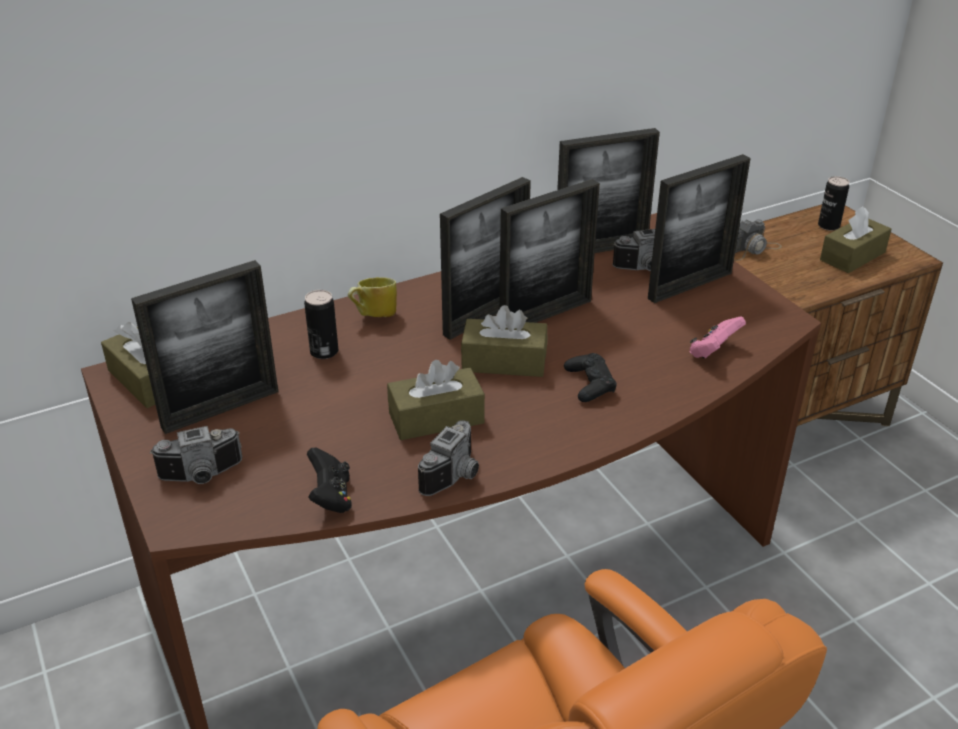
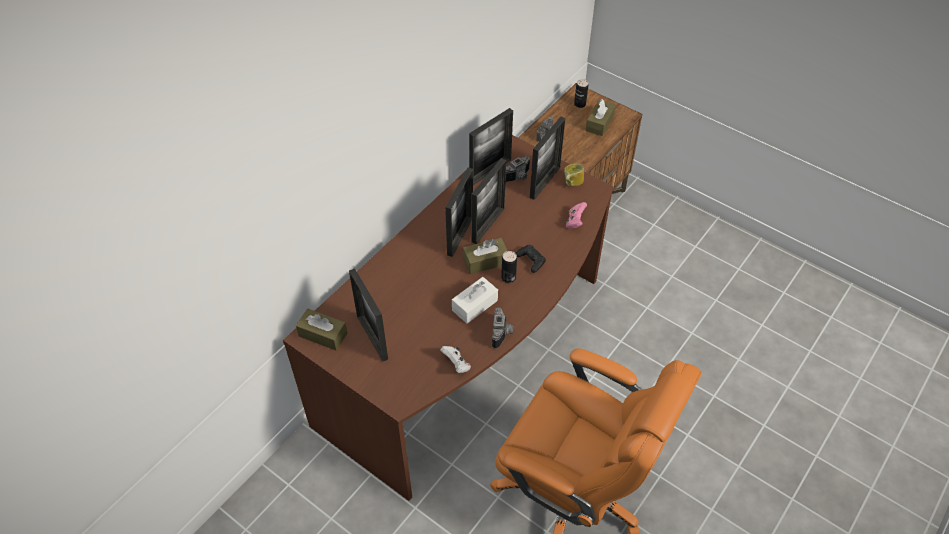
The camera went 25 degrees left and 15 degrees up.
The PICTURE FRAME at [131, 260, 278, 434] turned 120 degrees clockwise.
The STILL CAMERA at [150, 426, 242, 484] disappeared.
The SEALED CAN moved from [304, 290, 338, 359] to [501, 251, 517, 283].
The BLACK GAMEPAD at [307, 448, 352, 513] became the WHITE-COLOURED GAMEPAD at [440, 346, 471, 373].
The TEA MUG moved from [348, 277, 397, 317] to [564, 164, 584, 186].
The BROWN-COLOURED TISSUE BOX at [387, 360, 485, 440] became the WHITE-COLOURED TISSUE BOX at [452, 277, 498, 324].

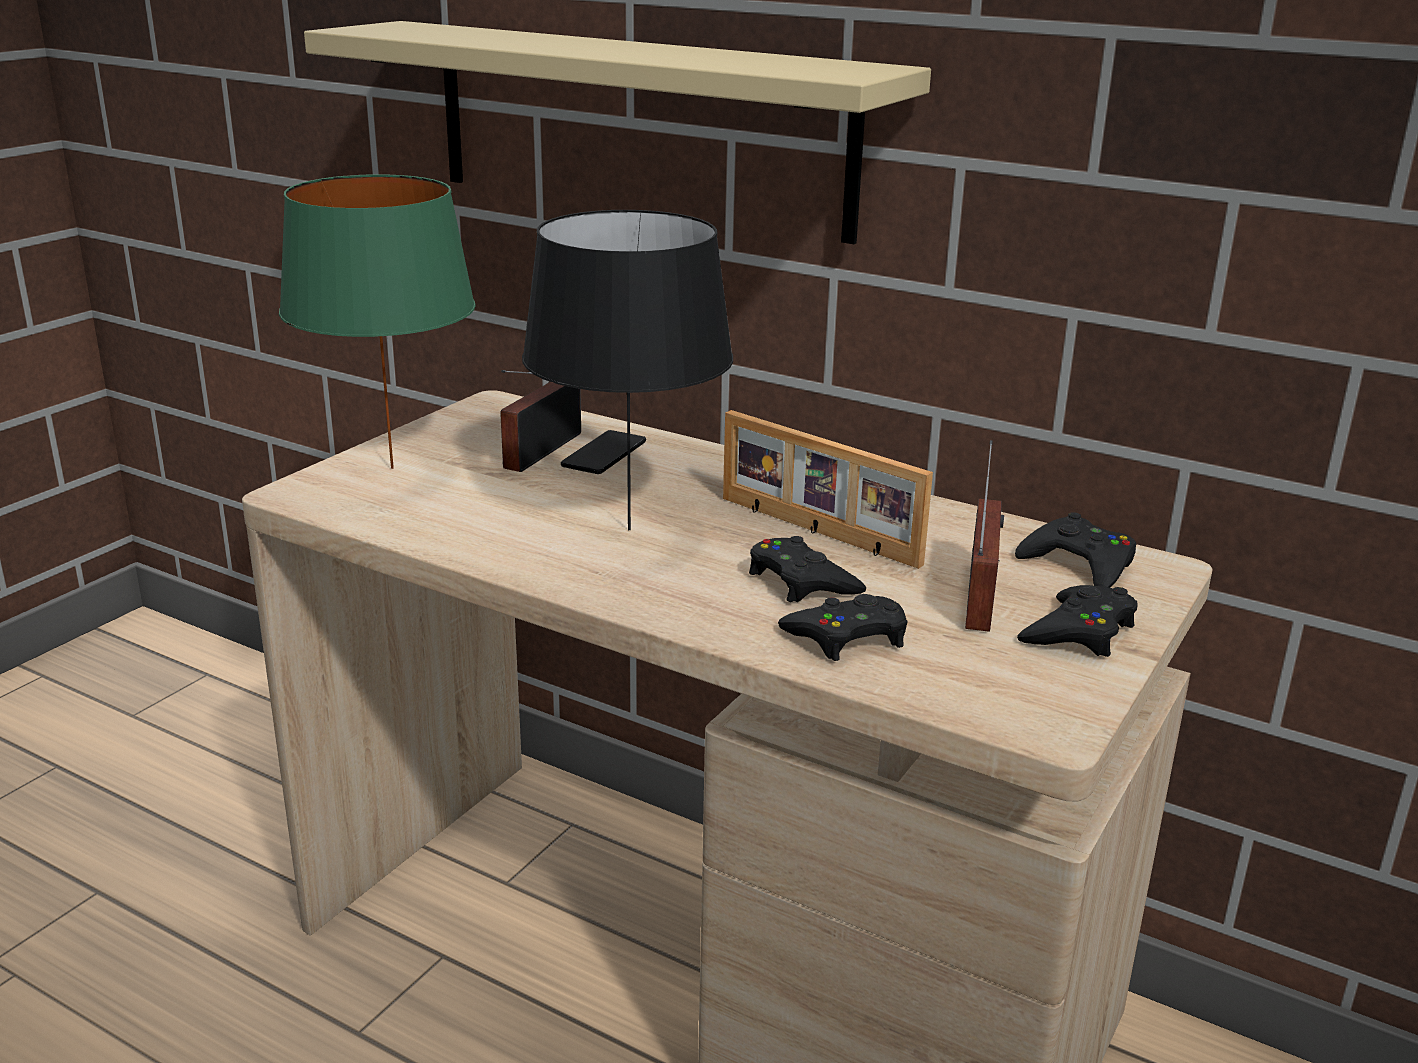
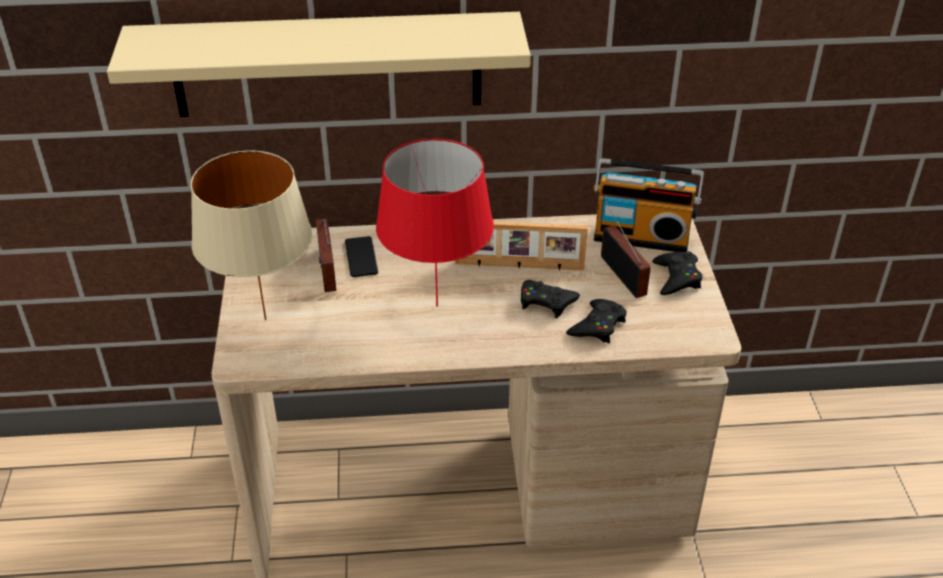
The camera went 35 degrees left and 15 degrees up.
The GREEN-COLOURED LAMP FOR A TABLE at [279, 174, 476, 469] became the SAND-COLOURED LAMP FOR A TABLE at [191, 151, 313, 320].
The BLACK LAMP FOR A TABLE at [522, 210, 733, 530] became the RED-COLOURED LAMP FOR A TABLE at [376, 139, 494, 307].
The BLACK GAMEPAD at [1015, 512, 1136, 588] was replaced by the RADIO SET at [594, 158, 704, 252].

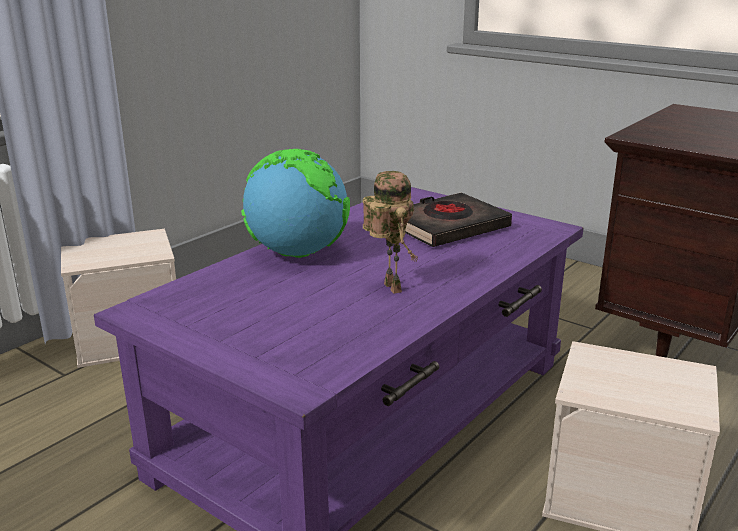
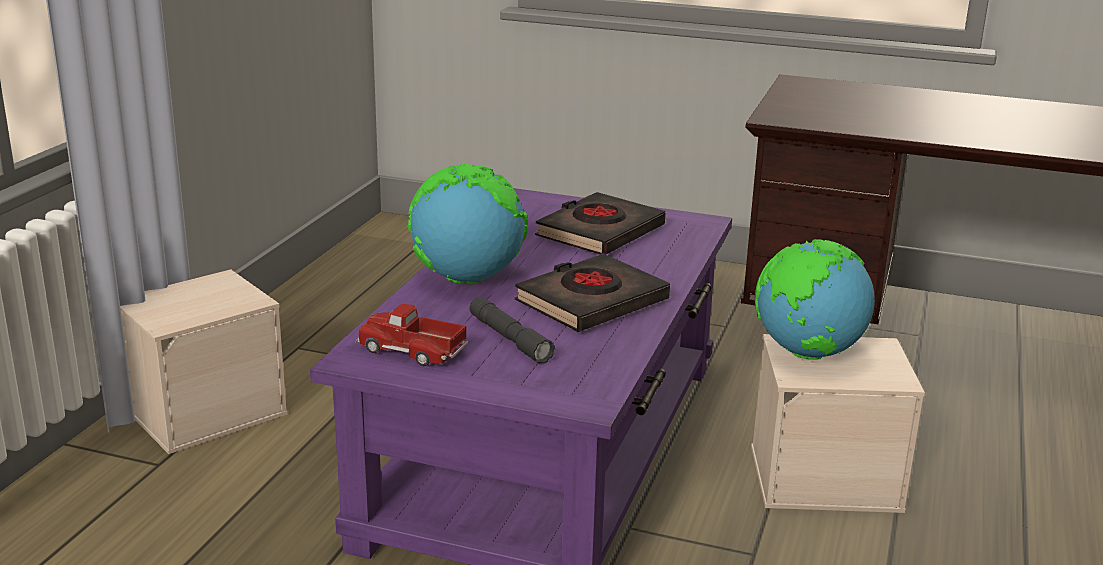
The camera went 20 degrees left and 0 degrees up.
The TOY ROBOT at [363, 171, 418, 294] was replaced by the BLACK BOUND BOOK at [515, 254, 670, 332].
The TOY TRUCK at [356, 304, 468, 366] appeared.
The GREY FLASHLIGHT at [470, 297, 555, 364] appeared.
The WORLD GLOBE at [755, 239, 875, 360] appeared.

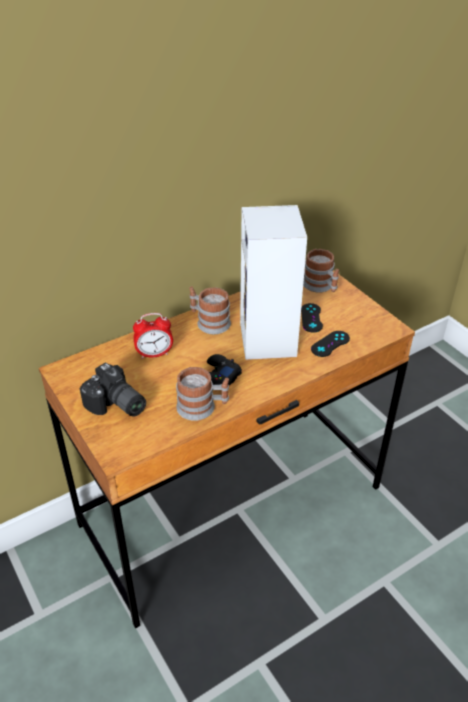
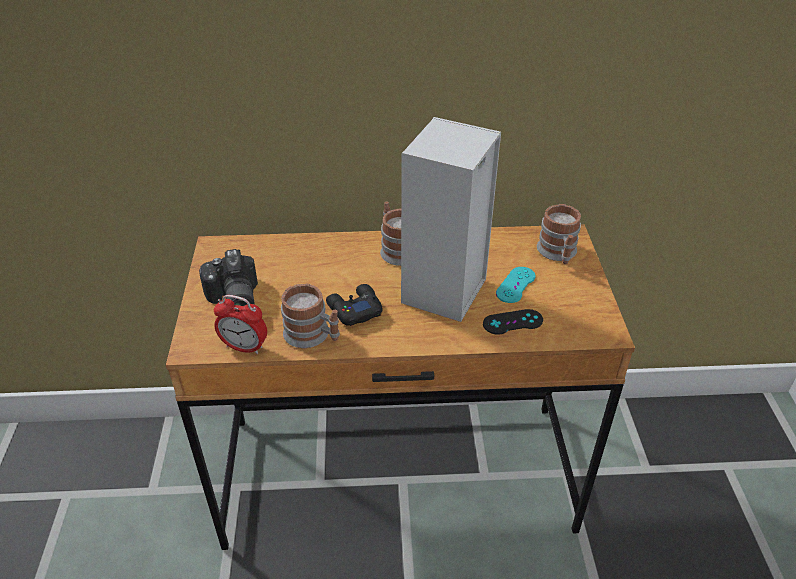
The camera went 30 degrees right and 0 degrees up.
The BEDSIDE CLOCK moved from [133, 313, 173, 359] to [214, 295, 267, 355].
The BLACK GAMEPAD at [301, 303, 323, 333] became the TURQUOISE GAMEPAD at [496, 267, 536, 303].

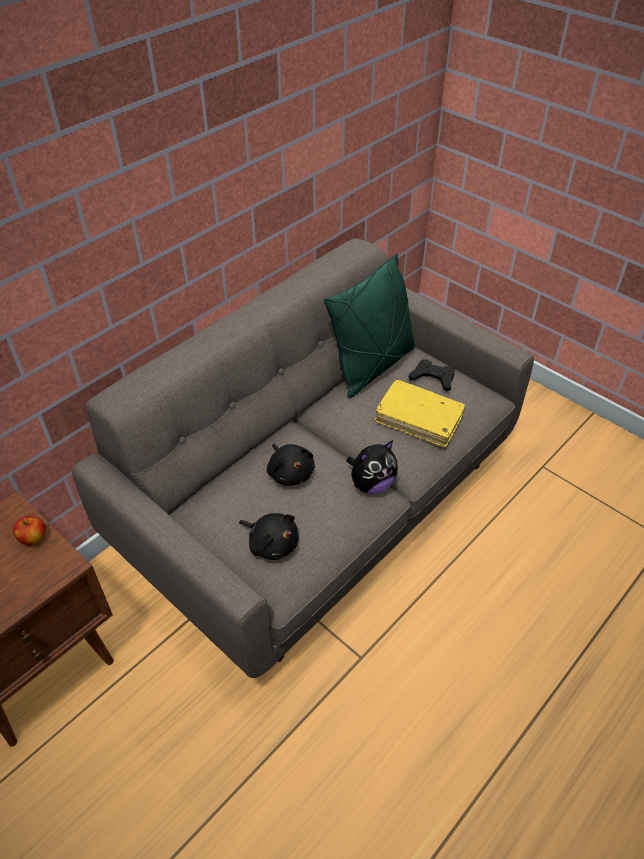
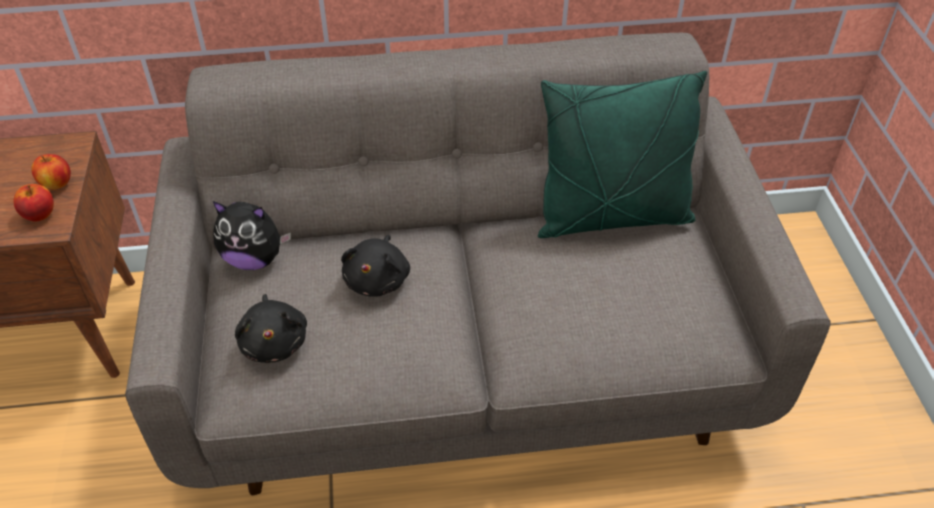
The camera went 40 degrees right and 0 degrees up.
The PLUSH TOY moved from [346, 440, 398, 494] to [213, 201, 291, 270].
The YELLOW BOUND BOOK at [375, 380, 466, 447] disappeared.
The BLACK GAMEPAD at [409, 360, 455, 391] disappeared.
The APPLE FRUIT at [14, 184, 54, 222] appeared.

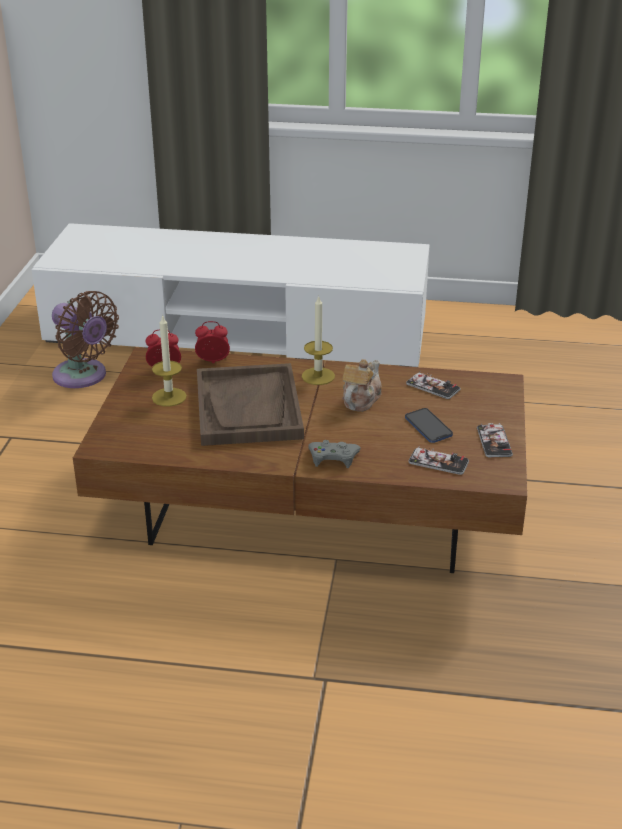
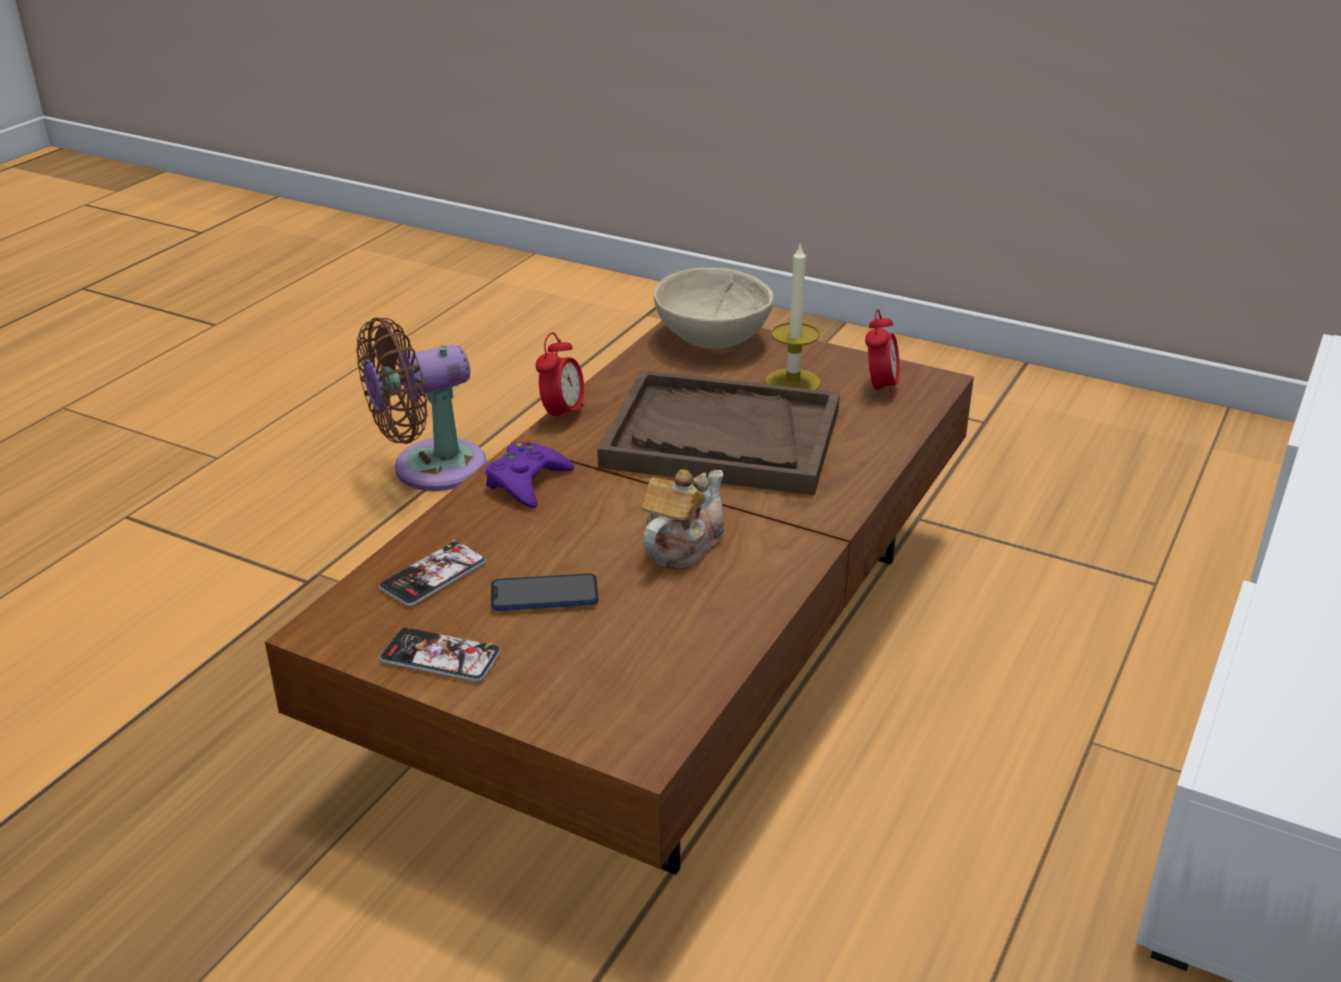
The camera went 110 degrees right and 0 degrees up.
The BROWN-COLOURED ELECTRIC FAN moved from [52, 291, 119, 388] to [356, 317, 487, 491].
The BEDSIDE CLOCK moved from [195, 321, 230, 363] to [535, 332, 584, 425].
The CANDLE at [302, 295, 335, 385] disappeared.
The GREY GAMEPAD at [308, 440, 361, 468] became the PURPLE GAMEPAD at [485, 441, 574, 508].
The TEAPOT at [342, 359, 382, 412] turned 105 degrees counterclockwise.
The TELEPHONE at [406, 371, 461, 399] disappeared.
The SAND-COLOURED BOWL at [653, 268, 773, 349] appeared.

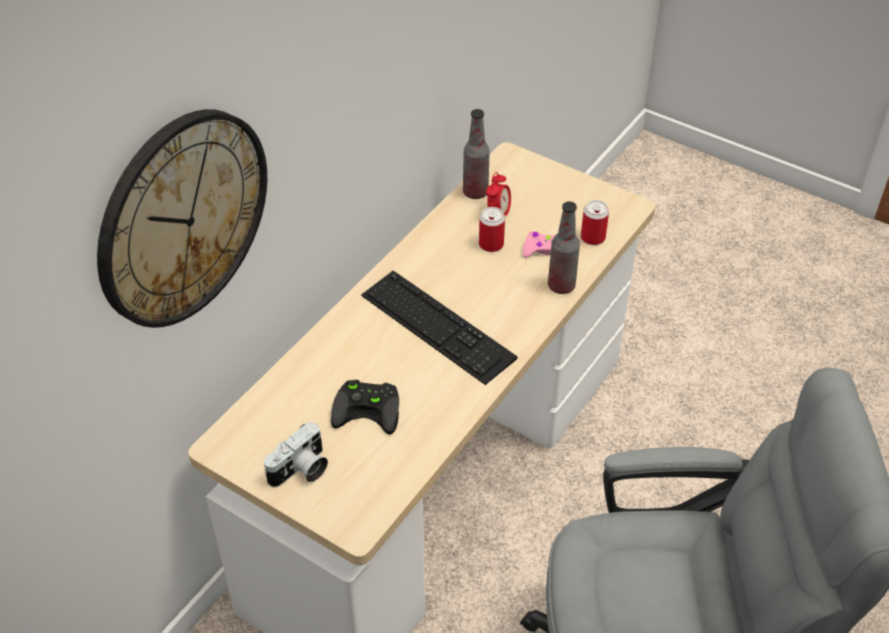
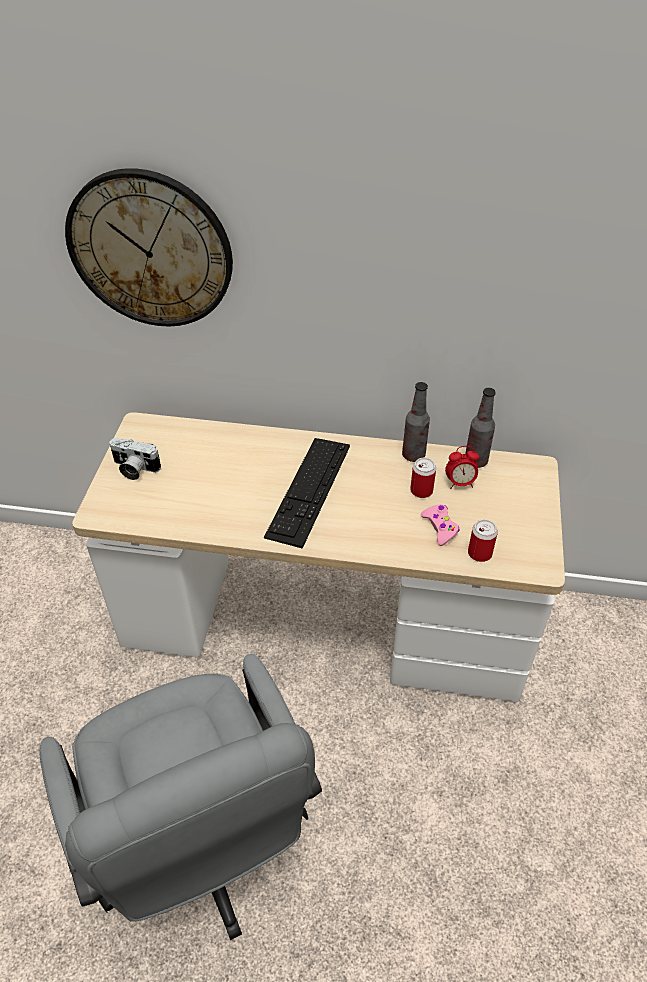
The camera went 65 degrees right and 0 degrees up.
The BLACK GAMEPAD at [331, 380, 399, 435] disappeared.
The DRINK BOTTLE moved from [548, 201, 580, 294] to [402, 382, 430, 462].

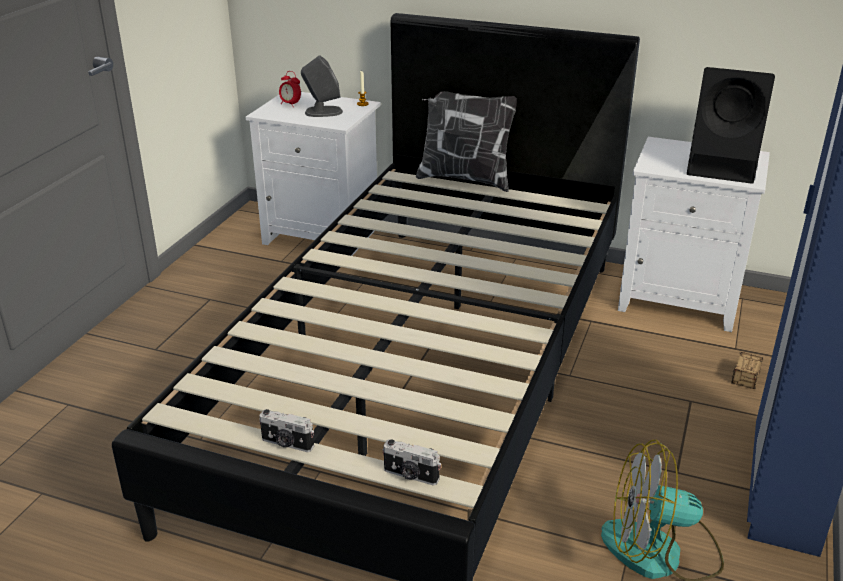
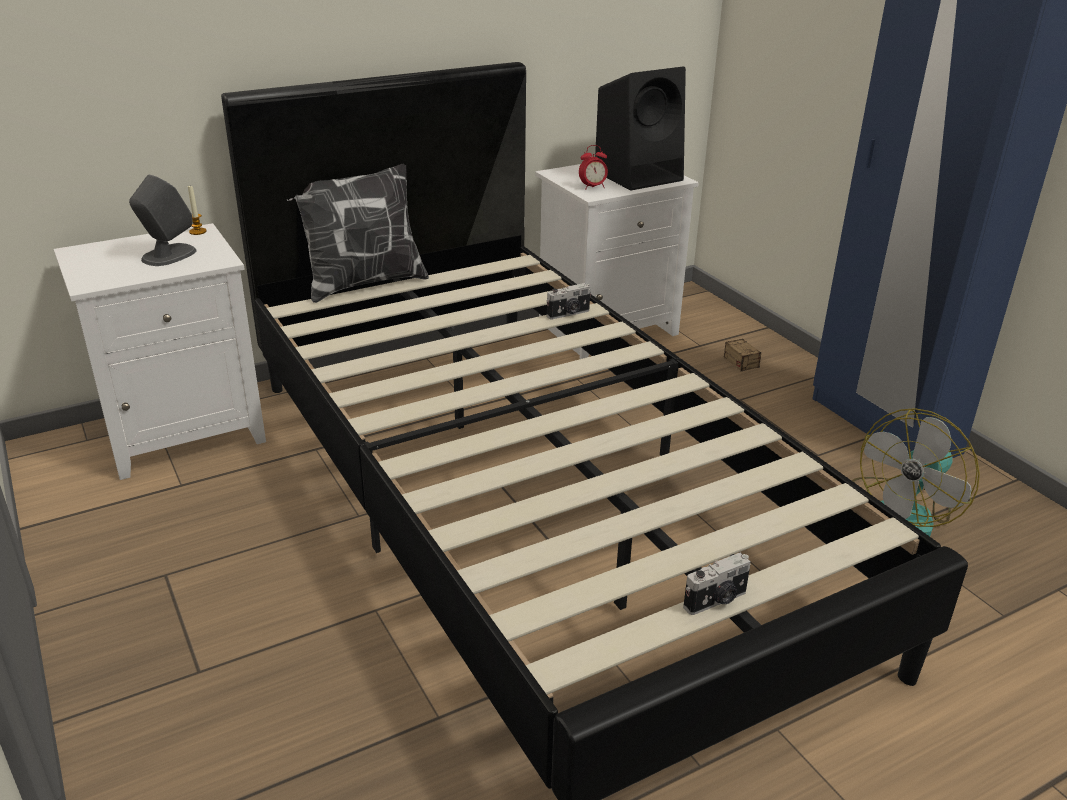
The camera went 50 degrees left and 0 degrees up.
The BEDSIDE CLOCK moved from [279, 71, 301, 106] to [579, 145, 608, 190].
The STILL CAMERA moved from [383, 439, 441, 485] to [546, 283, 591, 320].

